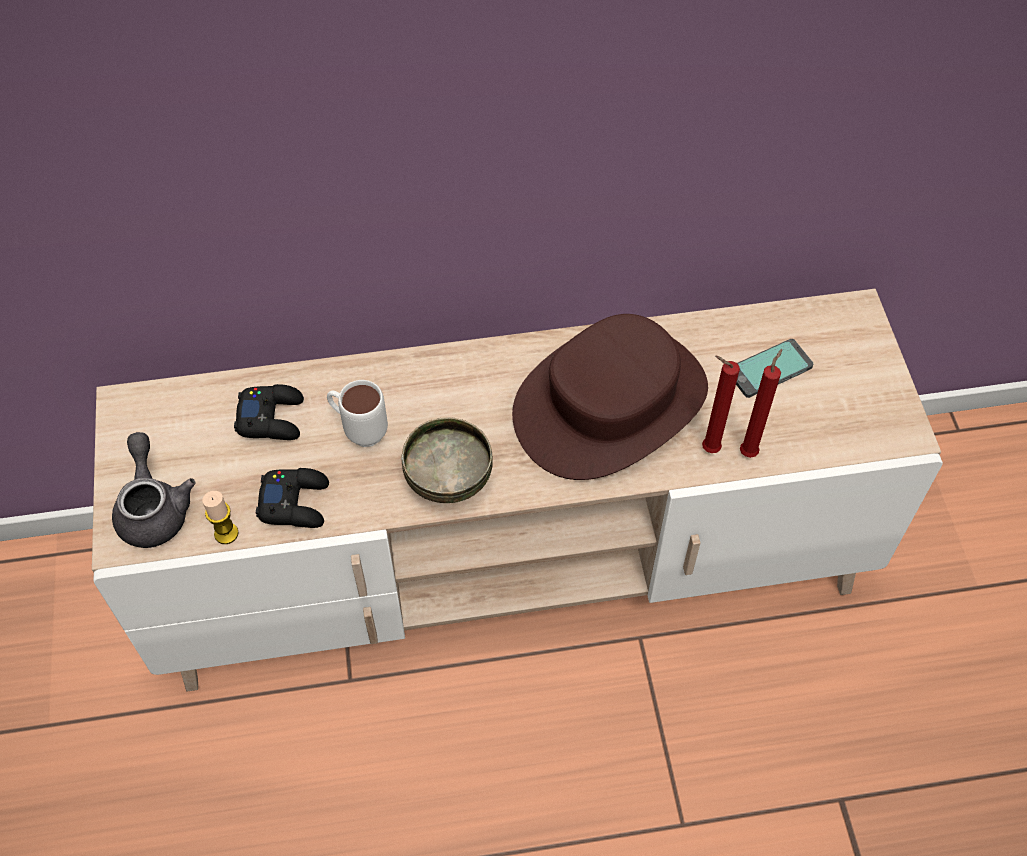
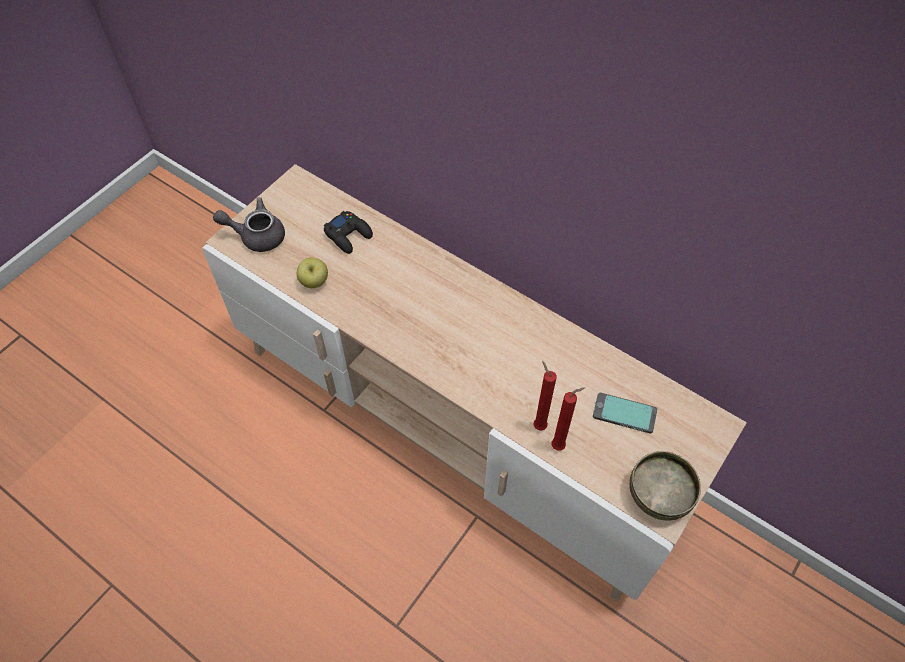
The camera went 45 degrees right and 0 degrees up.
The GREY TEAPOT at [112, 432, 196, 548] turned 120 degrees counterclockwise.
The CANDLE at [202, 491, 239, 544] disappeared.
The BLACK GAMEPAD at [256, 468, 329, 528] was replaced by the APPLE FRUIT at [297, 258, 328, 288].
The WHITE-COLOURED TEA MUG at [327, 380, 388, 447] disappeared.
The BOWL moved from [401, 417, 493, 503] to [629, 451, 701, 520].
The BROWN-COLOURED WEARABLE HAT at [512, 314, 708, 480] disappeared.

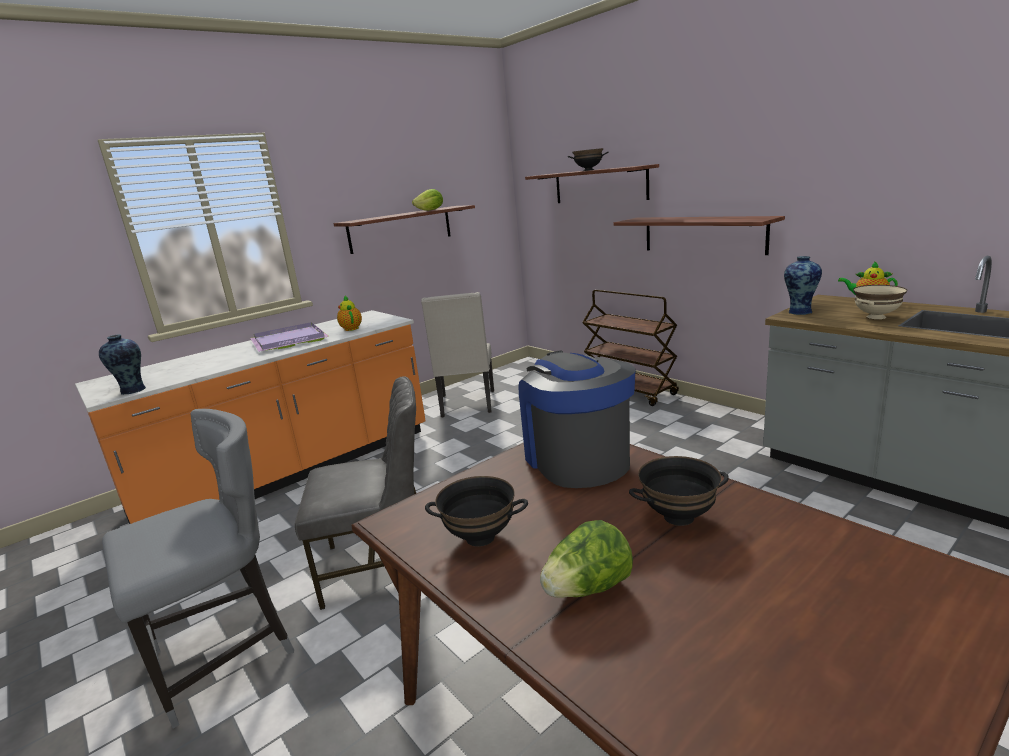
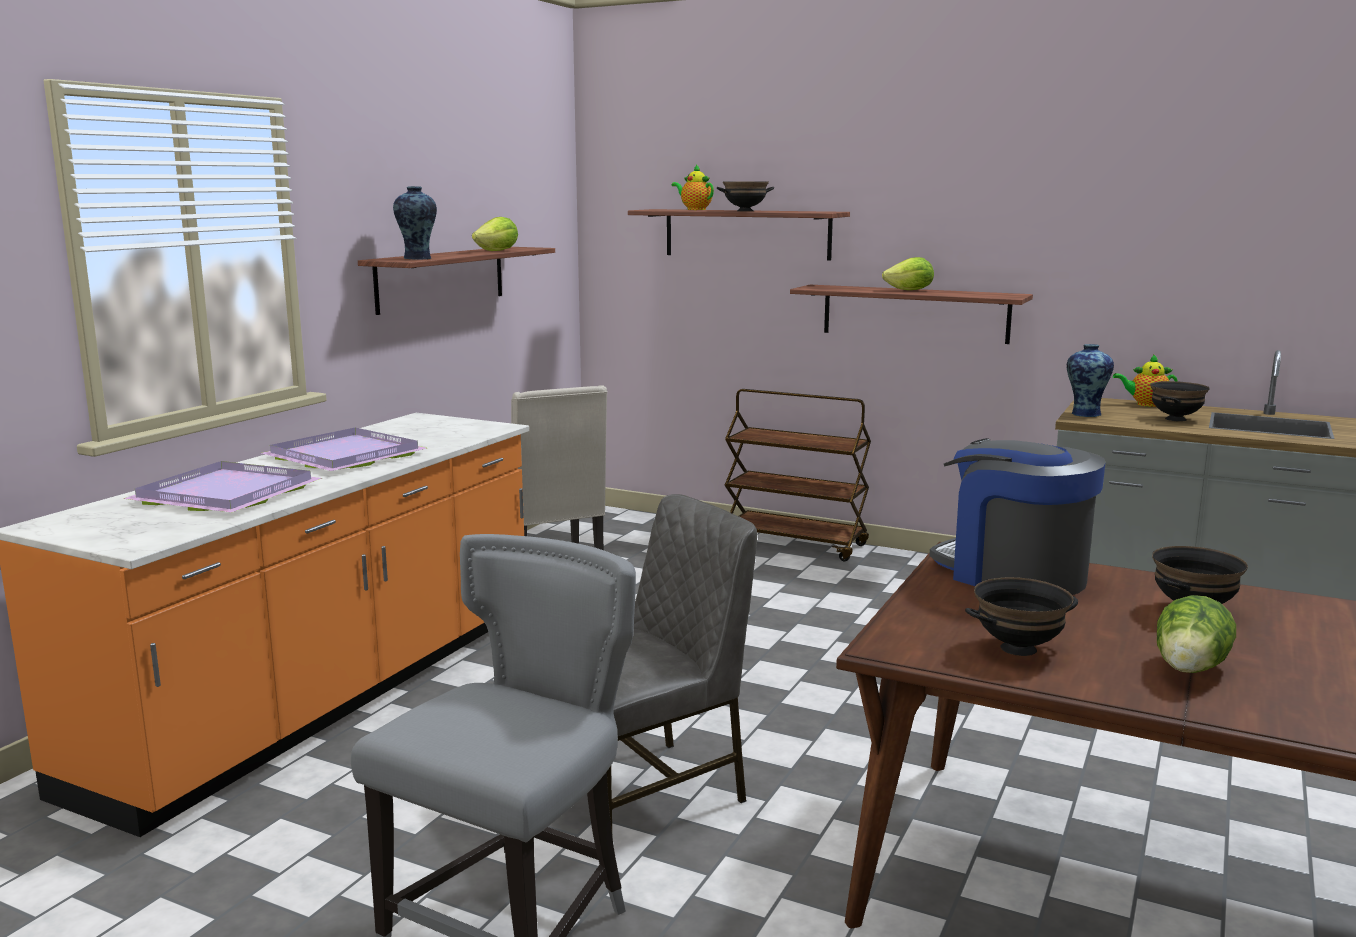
The camera went 25 degrees left and 5 degrees down.
The DECORATIVE VASE moved from [99, 334, 146, 395] to [393, 186, 437, 259].
The TEAPOT moved from [337, 296, 362, 331] to [672, 165, 714, 210].
The SAND-COLOURED BOWL at [853, 285, 907, 319] became the BLACK BOWL at [1150, 381, 1210, 422].
The PURPLE CARRYING TRAY at [123, 461, 322, 513] appeared.
The HEAD OF LETTUCE at [882, 257, 934, 290] appeared.

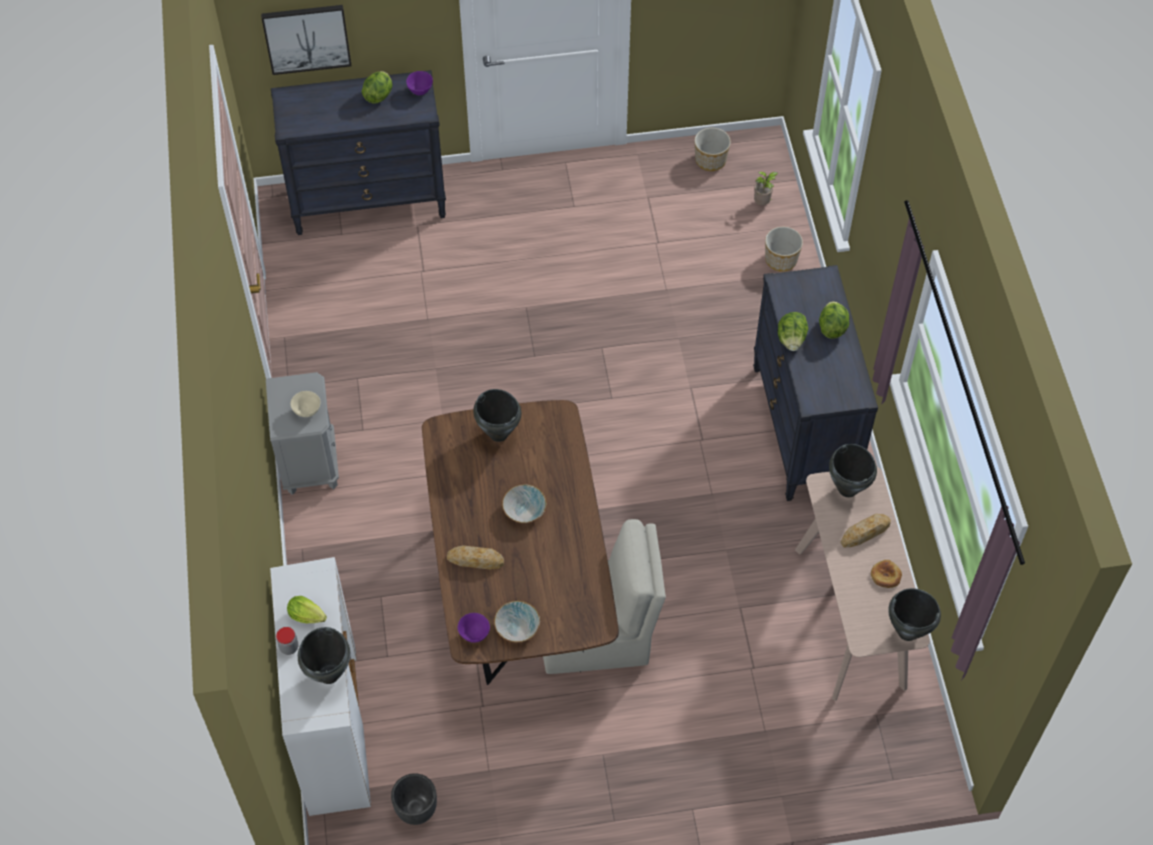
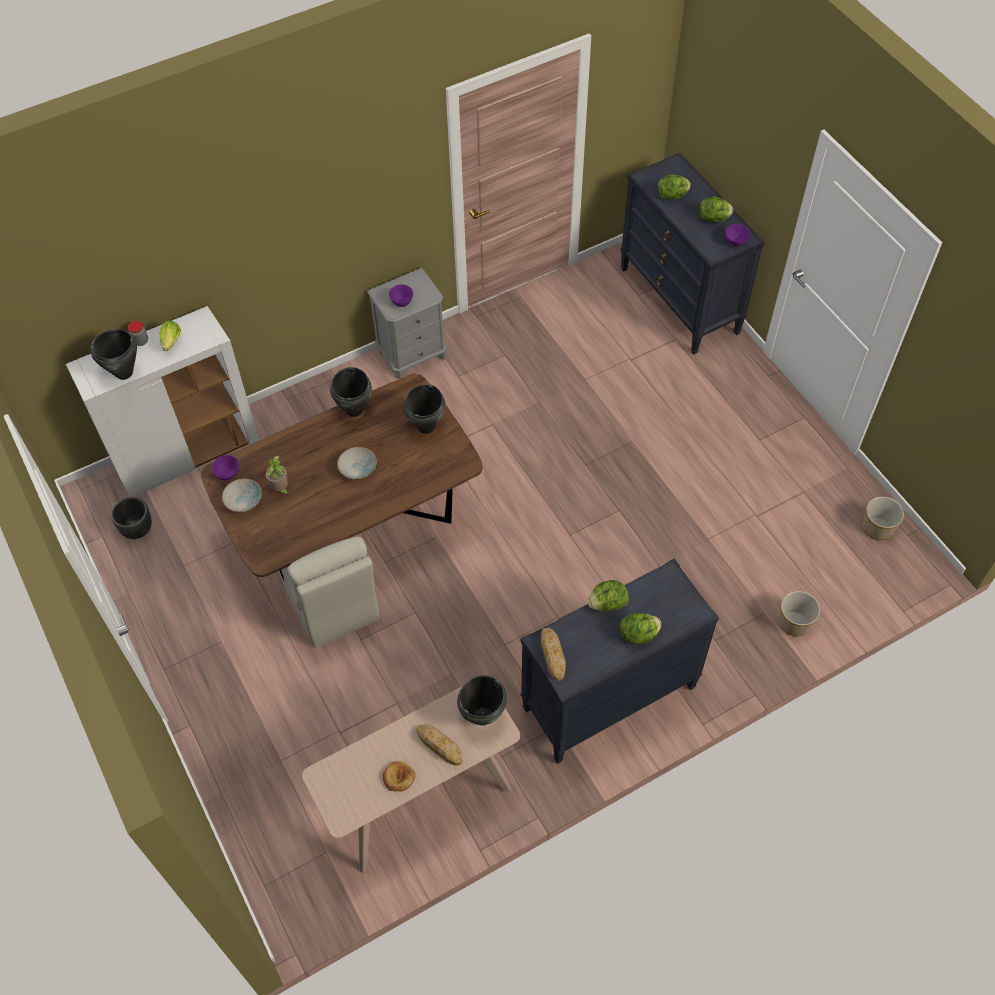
The camera went 70 degrees right and 0 degrees up.
The WALL PICTURE at [261, 5, 351, 75] disappeared.
The SAND-COLOURED BOWL at [291, 391, 320, 417] became the PURPLE BOWL at [389, 285, 413, 307].
The BREAD moved from [447, 545, 504, 570] to [541, 627, 566, 681].
The PLANT IN A POT moved from [754, 172, 778, 205] to [266, 456, 288, 495].
The BLACK COOKING POT moved from [888, 588, 941, 641] to [330, 367, 372, 417].
The HEAD OF LETTUCE at [658, 174, 691, 200] appeared.

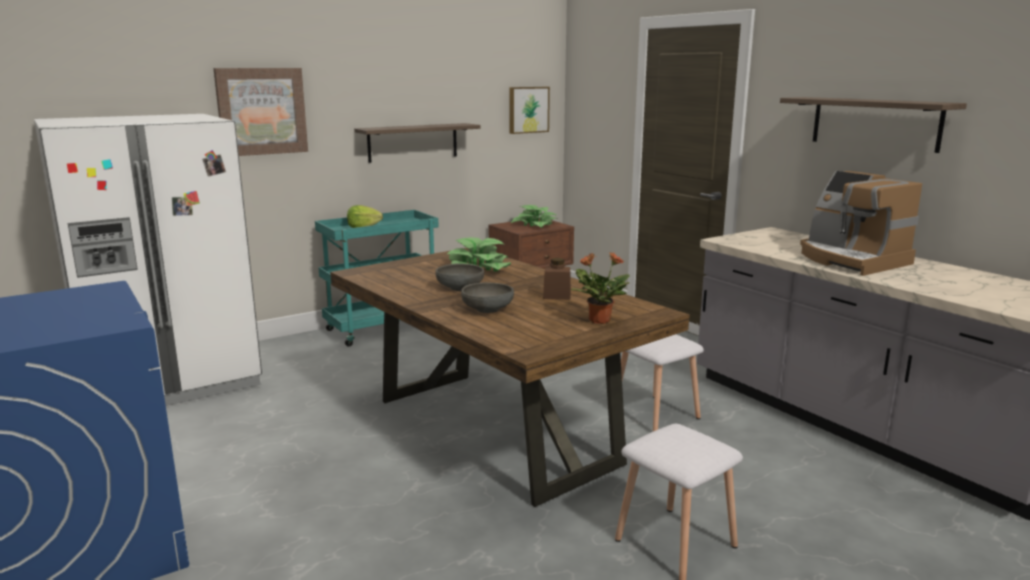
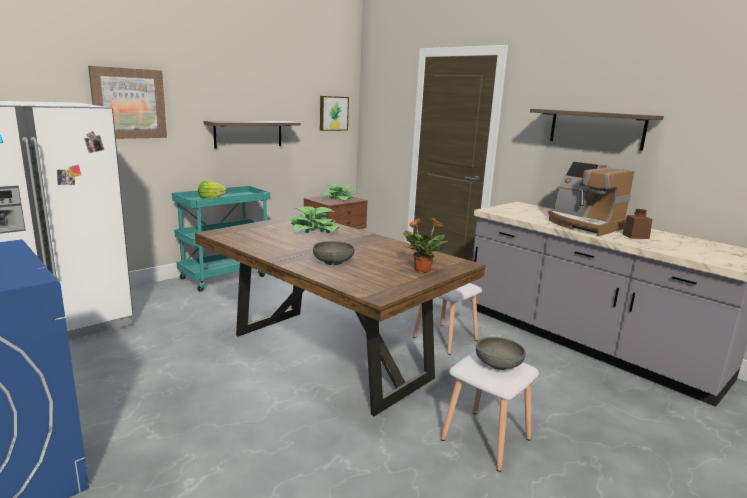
The camera went 10 degrees left and 0 degrees up.
The GREY BOWL moved from [436, 264, 484, 291] to [476, 337, 526, 370].
The BROWN-COLOURED STORAGE JAR moved from [543, 258, 571, 300] to [622, 209, 653, 239].

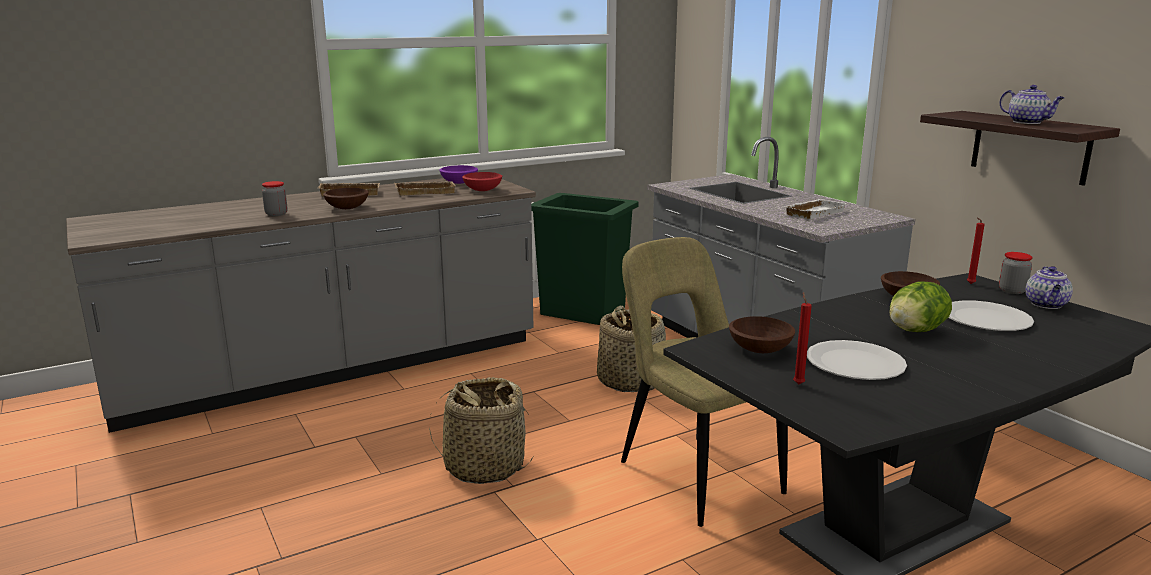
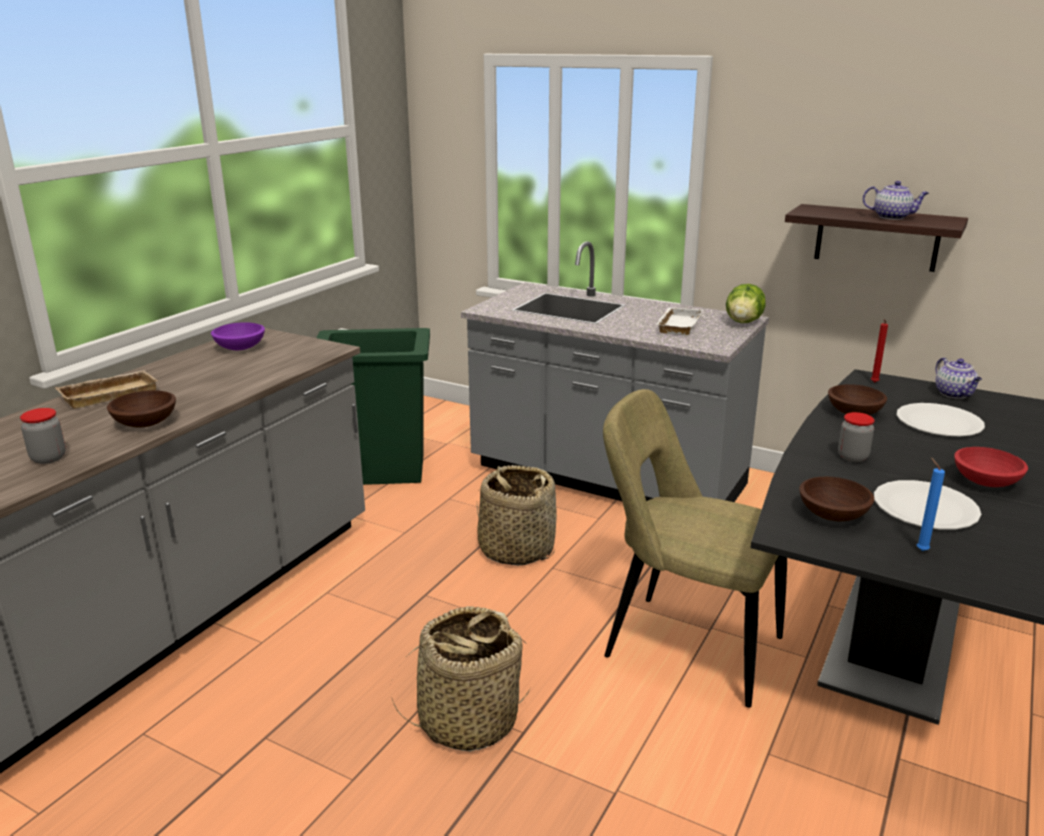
The camera went 30 degrees left and 5 degrees up.
The SAND-COLOURED CARRYING TRAY at [394, 181, 456, 196] disappeared.
The RED-COLOURED BOWL moved from [462, 172, 502, 191] to [954, 447, 1028, 487].
The RED-COLOURED CANDLE at [793, 292, 811, 384] became the BLUISH CANDLE at [917, 457, 945, 551].
The HEAD OF LETTUCE moved from [890, 281, 952, 332] to [726, 284, 766, 323].
The STORAGE JAR moved from [999, 252, 1033, 294] to [838, 412, 875, 462].

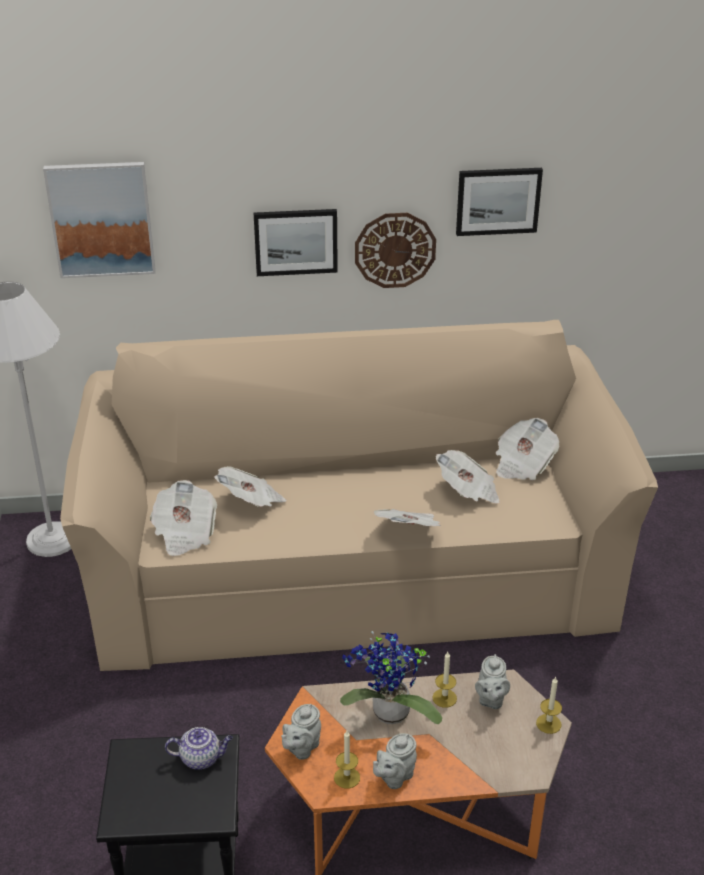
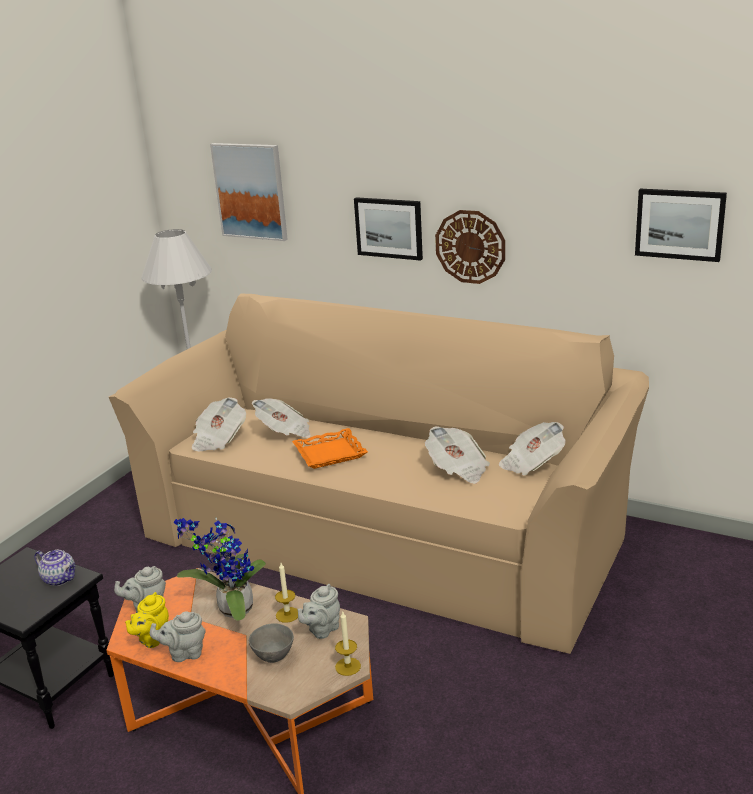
The camera went 35 degrees right and 10 degrees down.
The CANDLE at [334, 731, 360, 788] was replaced by the YELLOW TEAPOT at [125, 592, 169, 648].
The DAILY PAPER at [374, 509, 441, 526] disappeared.
The WALL PICTURE moved from [456, 168, 543, 236] to [635, 189, 727, 262].
The GREY BOWL at [249, 624, 294, 663] appeared.
The ORANGE-COLOURED CARRYING TRAY at [292, 428, 368, 469] appeared.

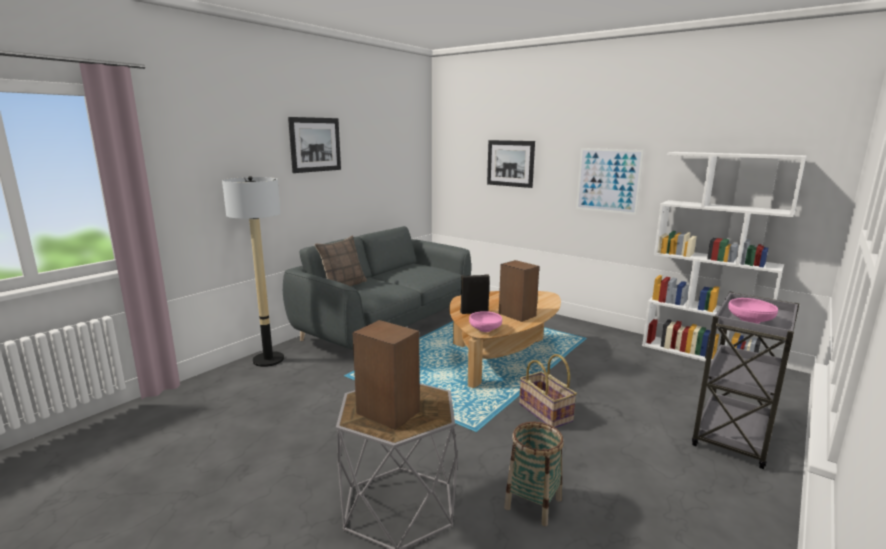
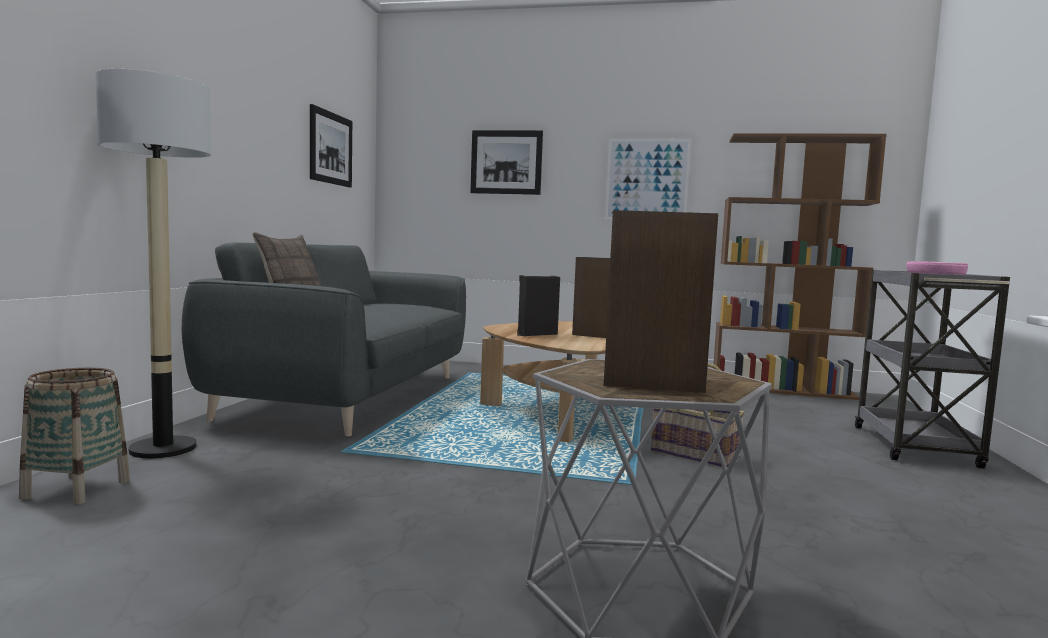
The camera went 25 degrees left and 10 degrees down.
The WALL PICTURE moved from [288, 117, 341, 173] to [310, 104, 352, 188].
The PINK BOWL at [469, 311, 502, 332] disappeared.
The STORAGE BASKET moved from [504, 422, 564, 526] to [19, 368, 130, 505].
The WHITE-COLOURED SHELVING UNIT at [642, 152, 807, 362] became the BROWN-COLOURED SHELVING UNIT at [713, 133, 887, 400].

